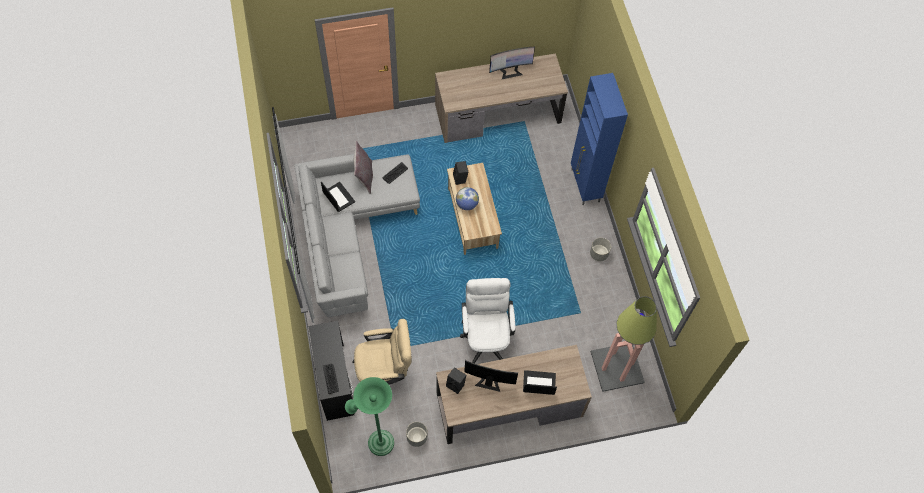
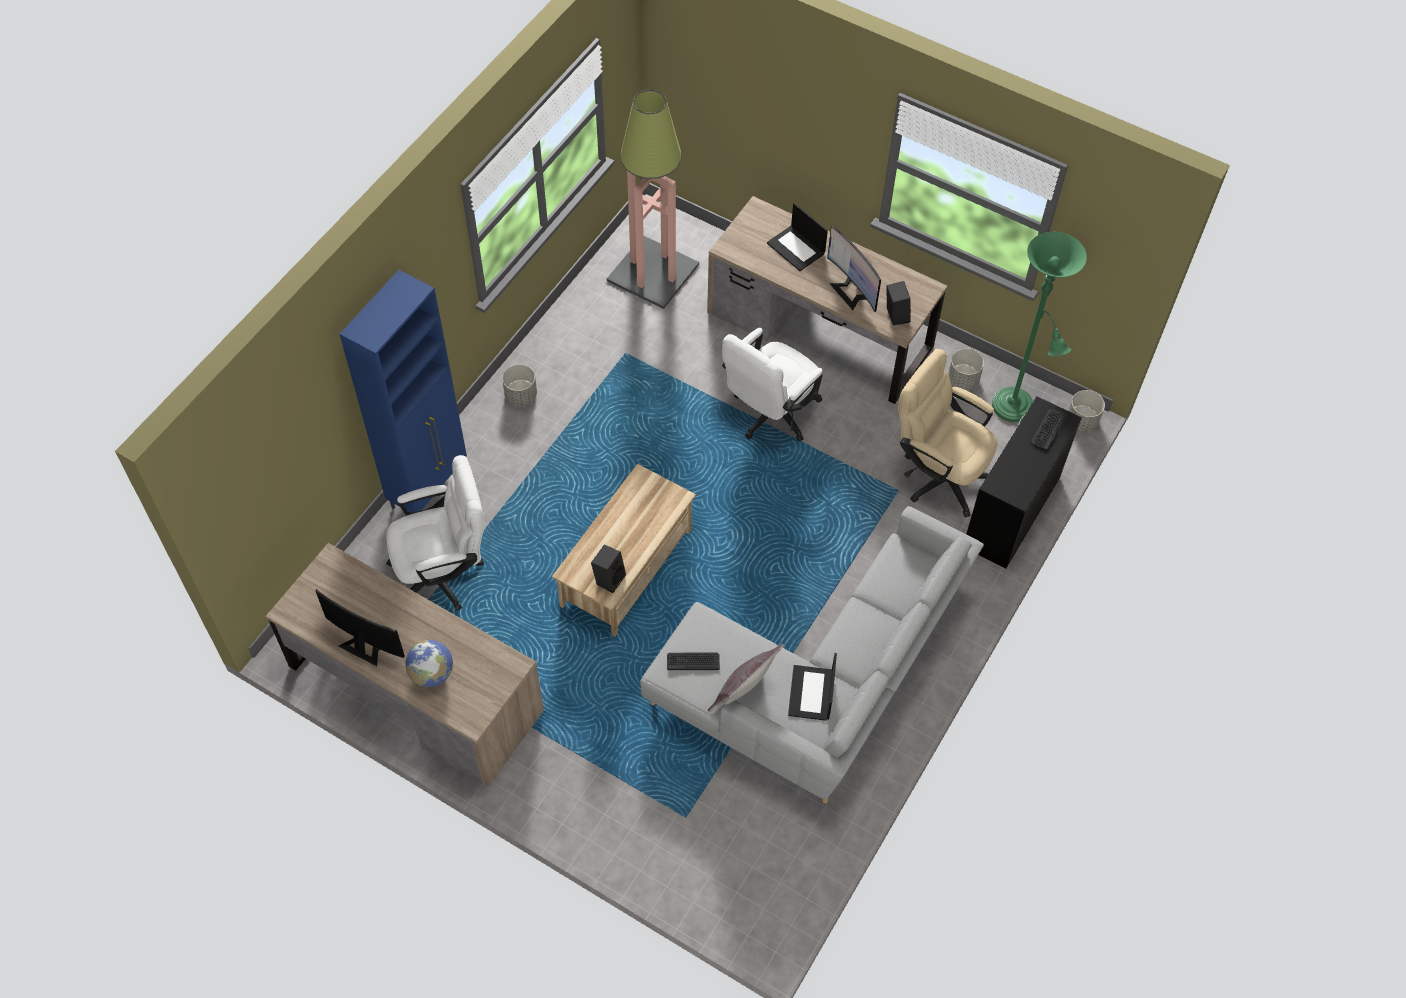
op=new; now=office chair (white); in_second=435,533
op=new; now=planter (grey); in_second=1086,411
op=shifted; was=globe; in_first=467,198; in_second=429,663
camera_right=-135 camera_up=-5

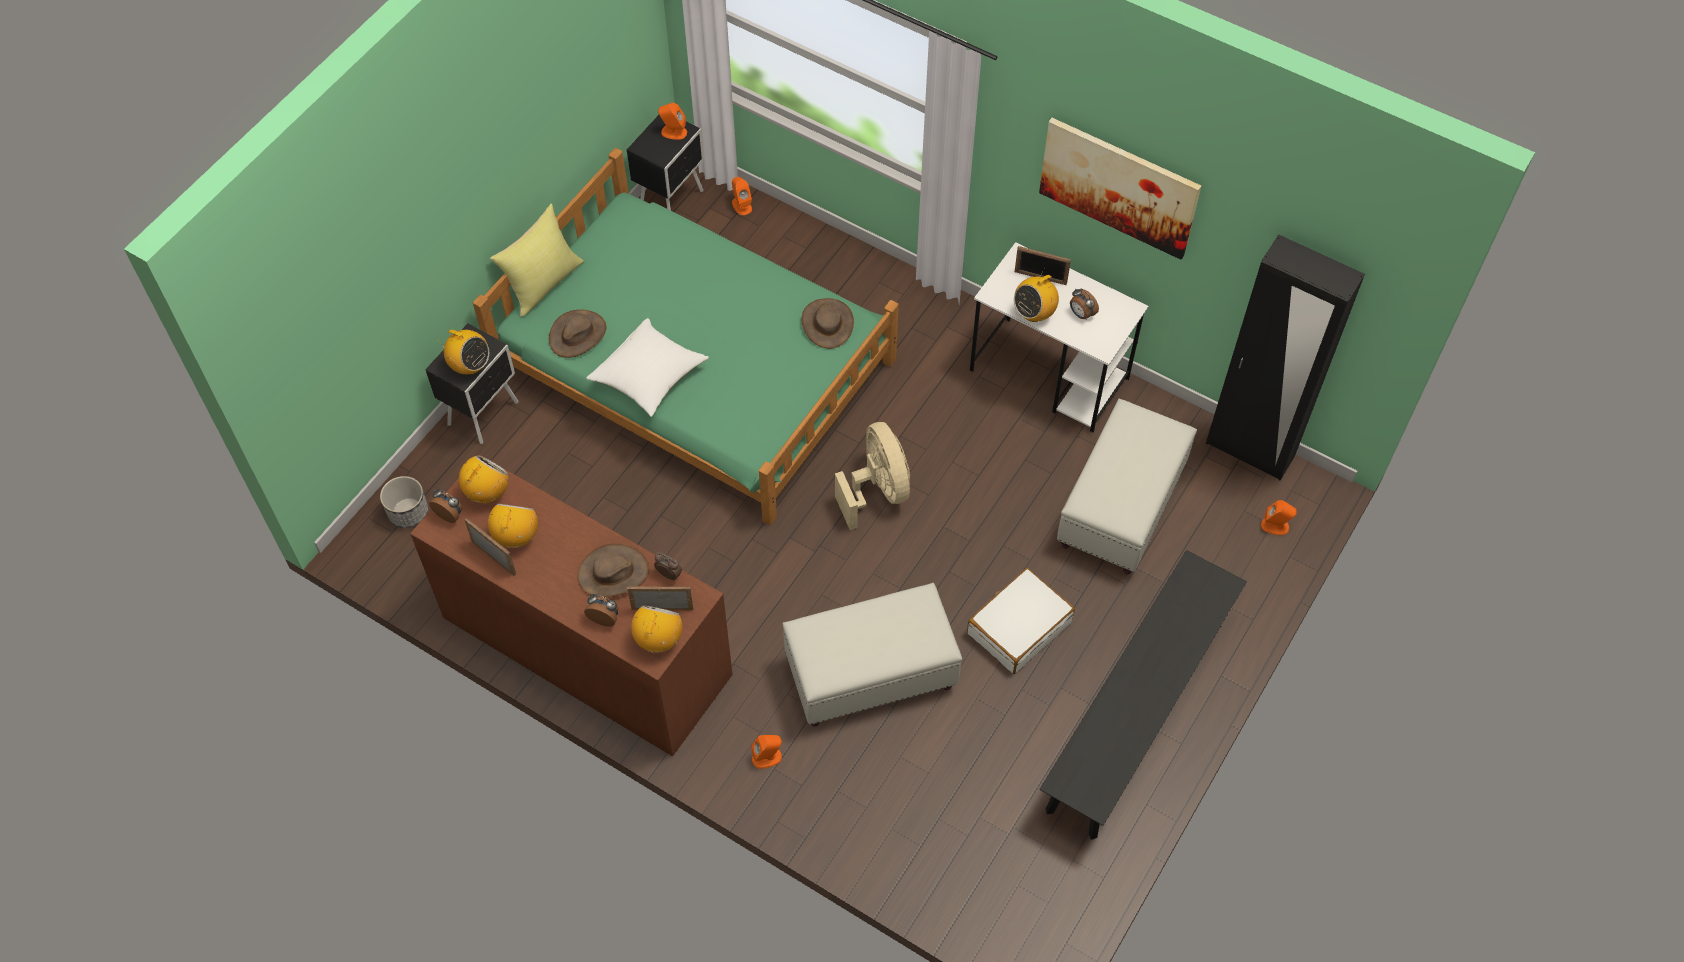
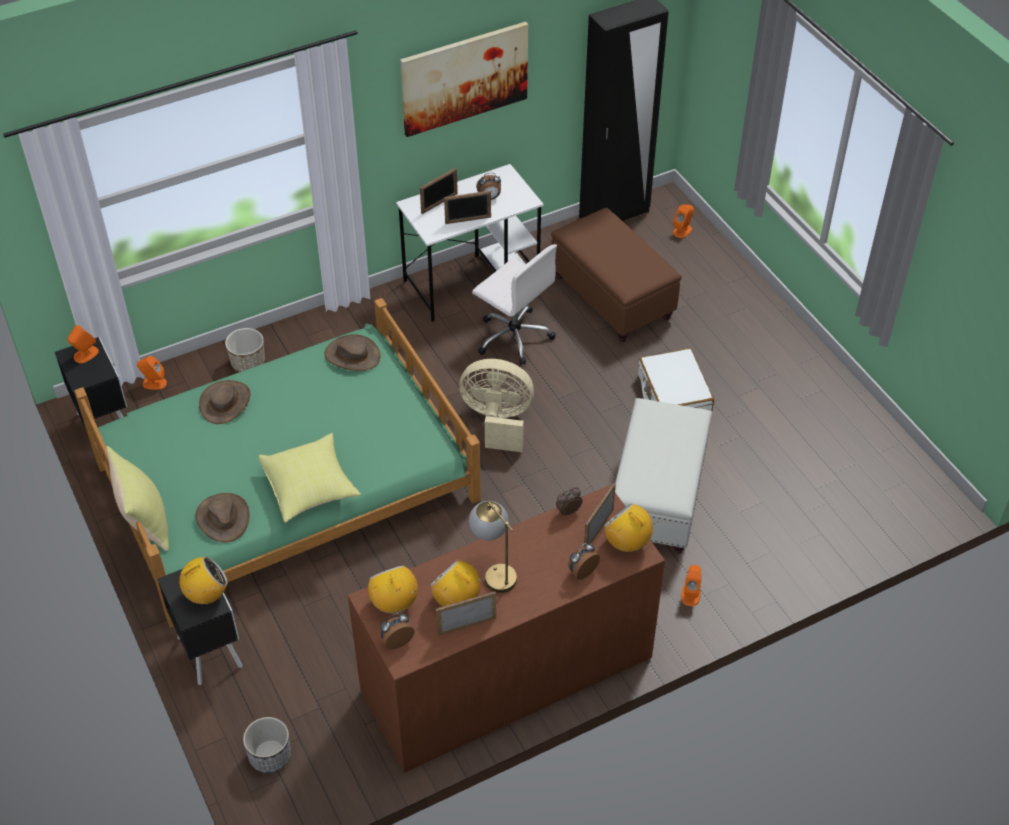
op=gone; was=bench (black); in_first=1143,695
op=new; now=planter; in_second=245,350
op=new; now=table lamp; in_second=493,547
op=new; now=office chair (white); in_second=514,304
op=shifted; was=hat (brown); in_first=613,570; in_second=224,402
op=swapped; was=radio; now=picture frame; in_first=1036,295; in_second=467,207
op=repainted; was=pillow (white); now=pillow (yellow); in_first=648,367; in_second=309,478
op=repainted; was=ottoman (white); now=ottoman (brown); in_first=1127,486; in_second=616,275
camera_right=-60 camera_up=-10

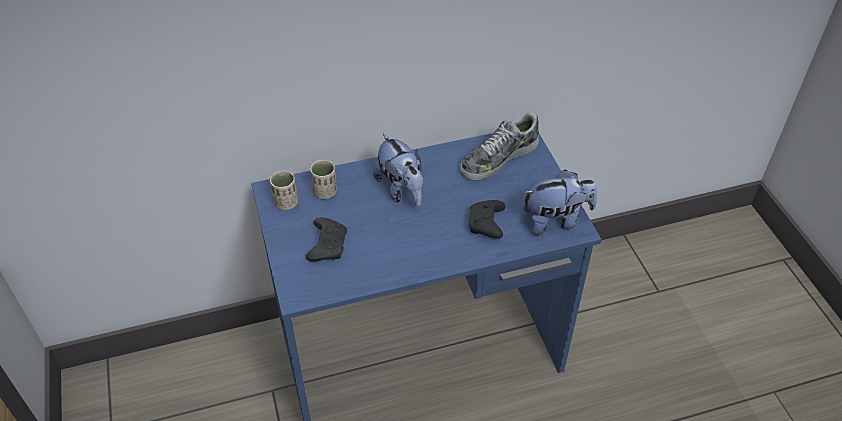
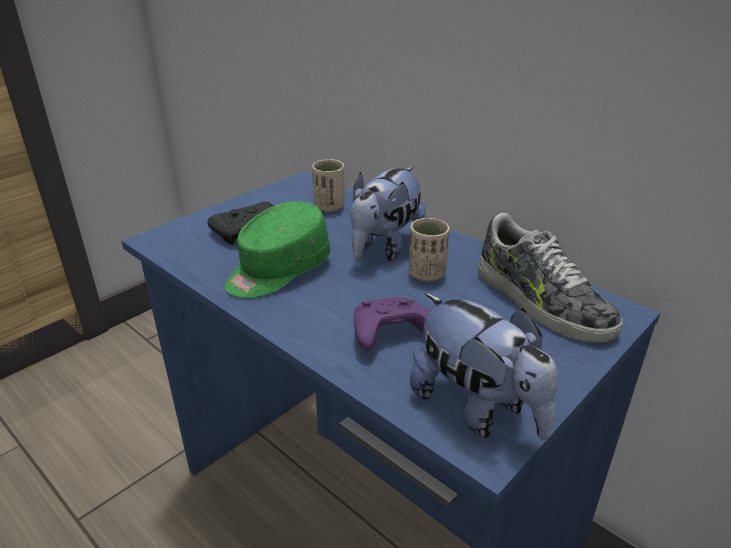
op=new; now=cap (green); in_second=277,249
op=shifted; was=cup (beige); in_first=284,190; in_second=429,250
op=repainted; was=game controller (black); now=game controller (purple); in_first=487,219; in_second=392,324
op=rotated; was=shoe; in_first=499,146; in_second=550,278; clockwise=-150
camera_right=60 camera_up=-15

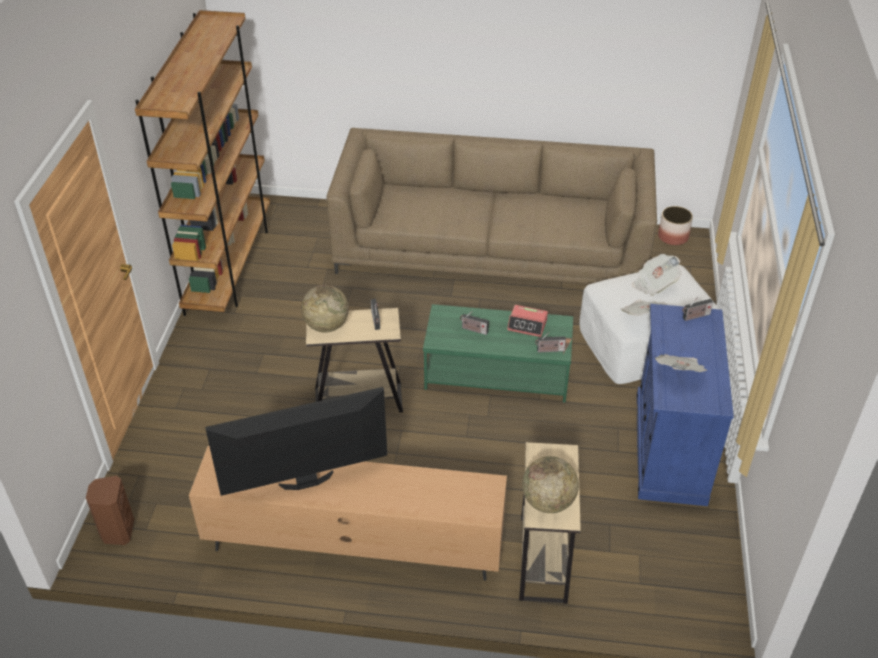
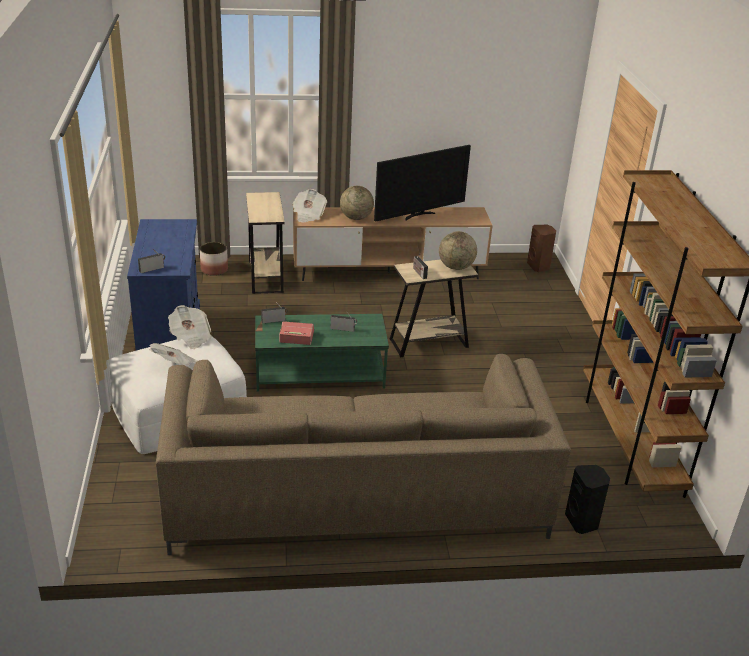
op=new; now=speaker (black); in_second=587,499
op=shifted; was=globe; in_first=550,484; in_second=357,203
op=shifted; was=newspaper; in_first=681,363; in_second=309,205
op=shifted; was=planter; in_first=675,225; in_second=214,259
camera_right=165 camera_up=-10

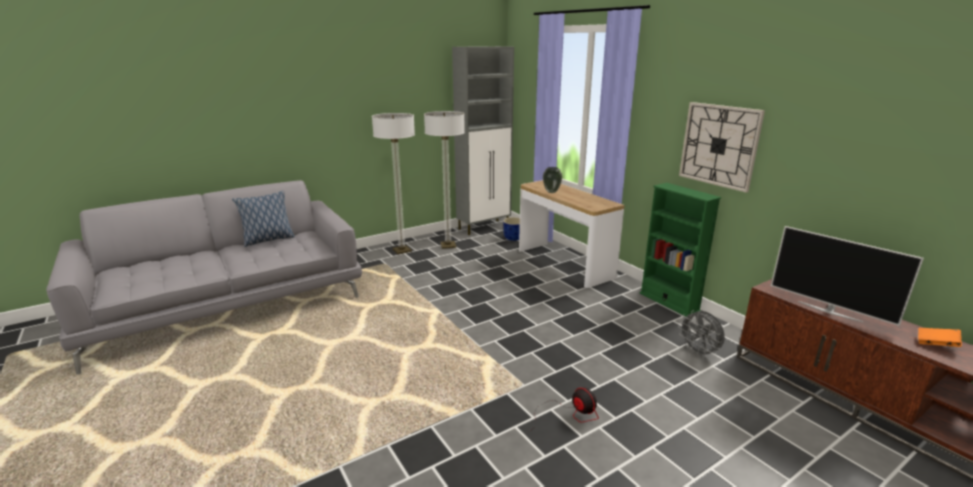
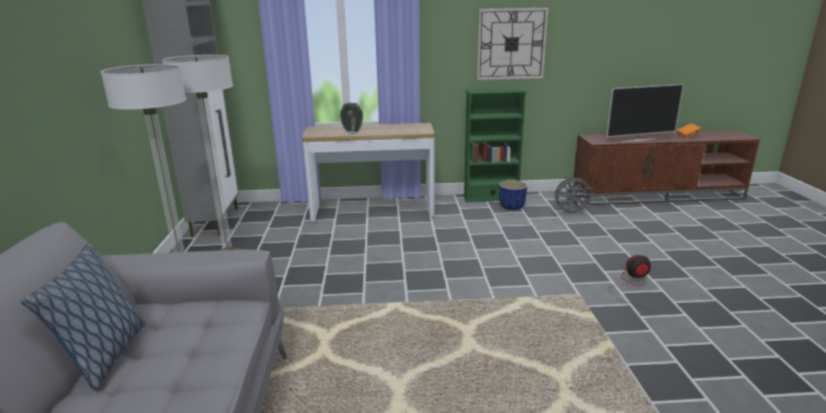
op=shifted; was=planter (blue); in_first=511,229; in_second=513,195
camera_right=-60 camera_up=0

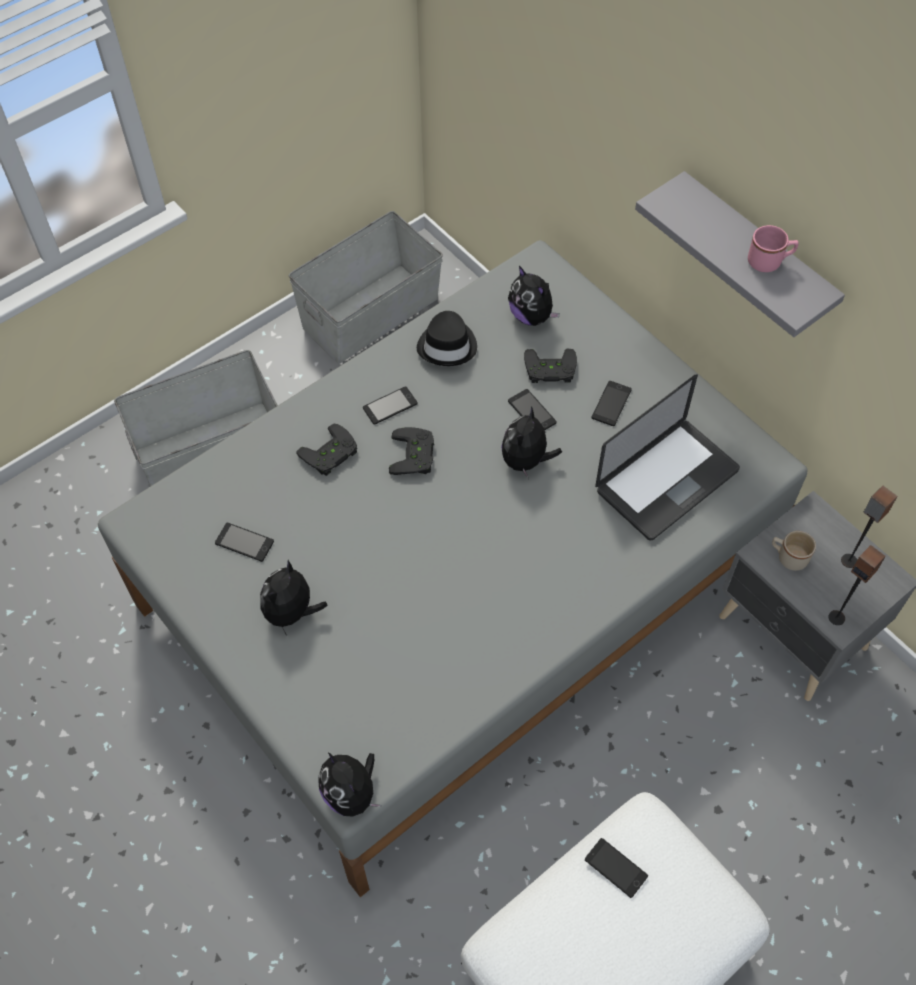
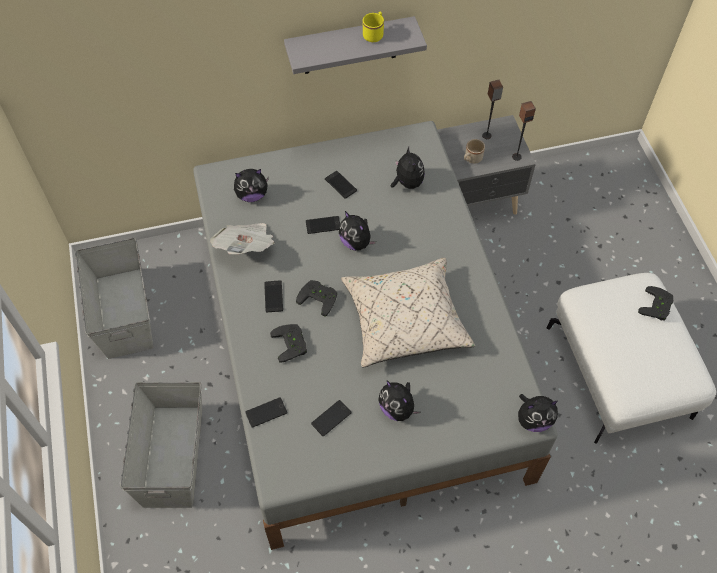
op=new; now=pillow (beige); in_second=408,312
op=shifted; was=game controller (black); in_first=550,365; in_second=655,303
op=shifted; was=phone; in_first=616,868; in_second=266,412
op=swapped; was=hat (black); now=newspaper; in_first=447,338; in_second=242,238
op=swapped; was=laptop; now=plush toy; in_first=667,457; in_second=408,168
op=repainted; was=mug (pink); now=mug (yellow); in_first=773,248; in_second=373,27
camera_right=-65 camera_up=0

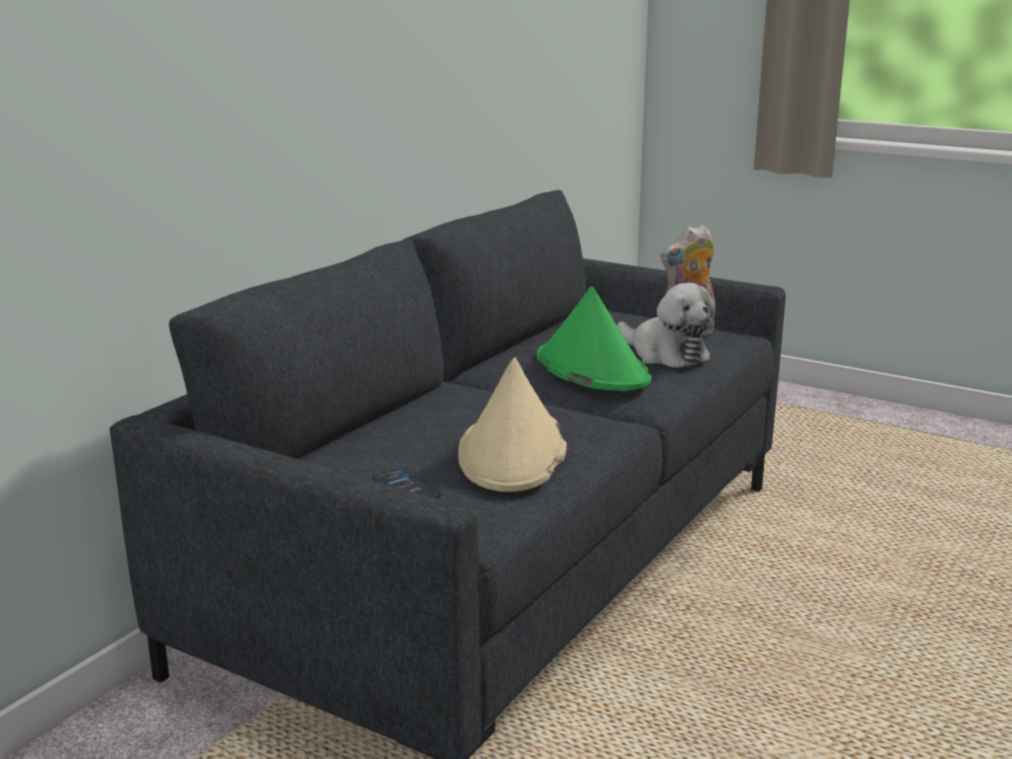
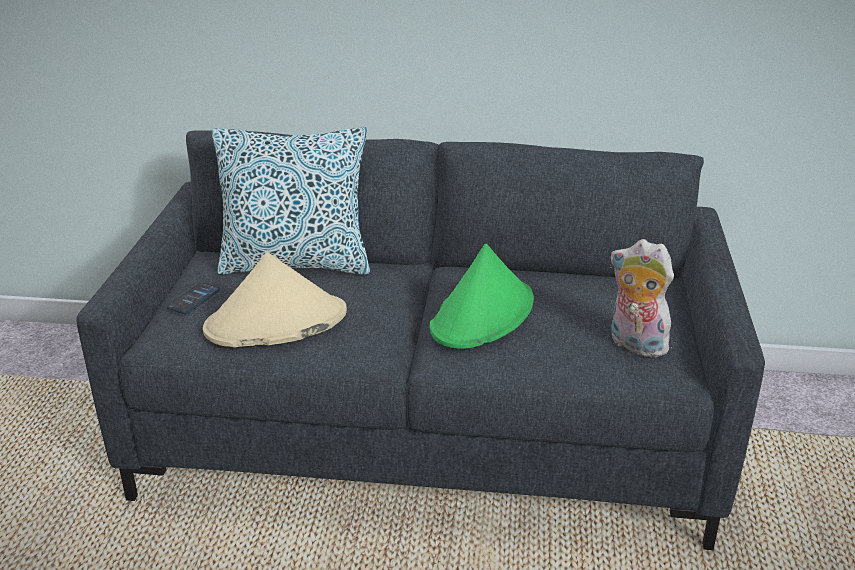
op=gone; was=plush toy; in_first=666,325
op=new; now=pillow; in_second=291,201
camera_right=65 camera_up=10

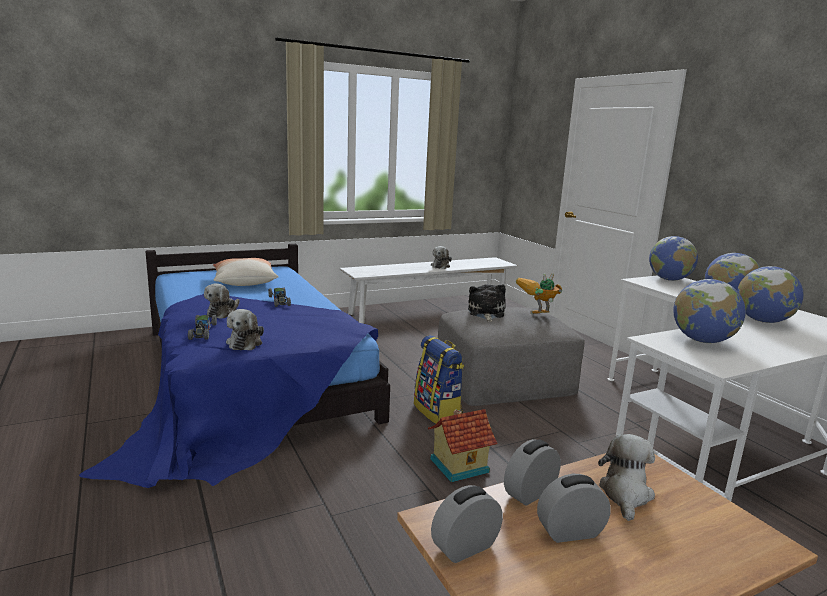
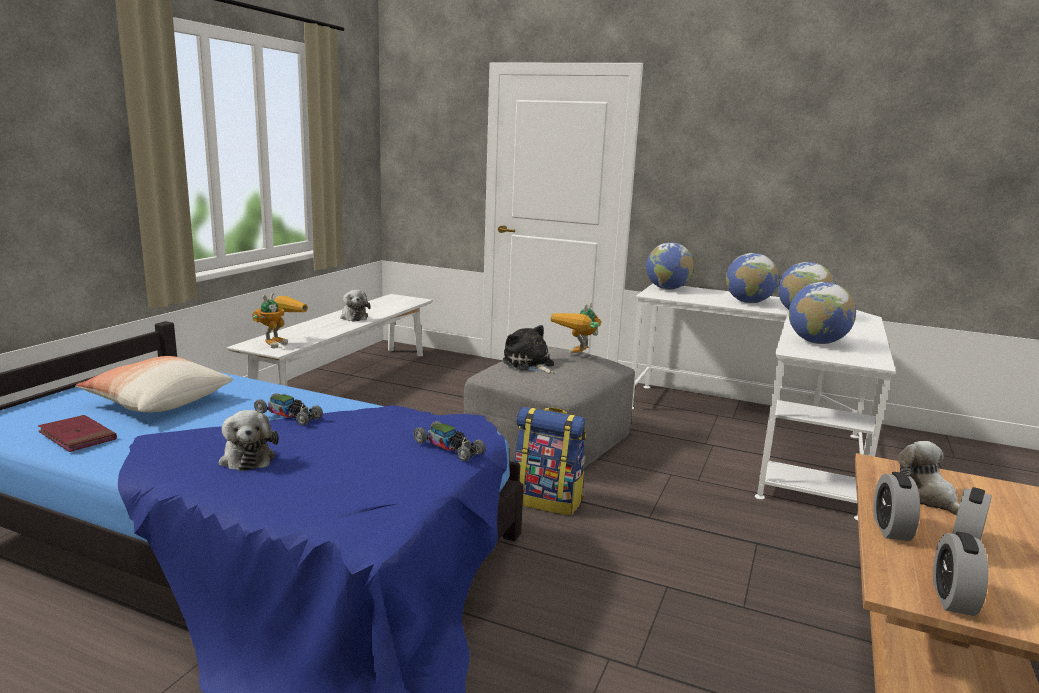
op=gone; was=plush toy; in_first=245,329
op=gone; was=toy house; in_first=463,446
op=new; now=book (red); in_second=77,433
op=new; now=toy robot; in_second=280,320
op=shifted; was=toy car; in_first=202,327; in_second=449,441
camera_right=-40 camera_up=0

